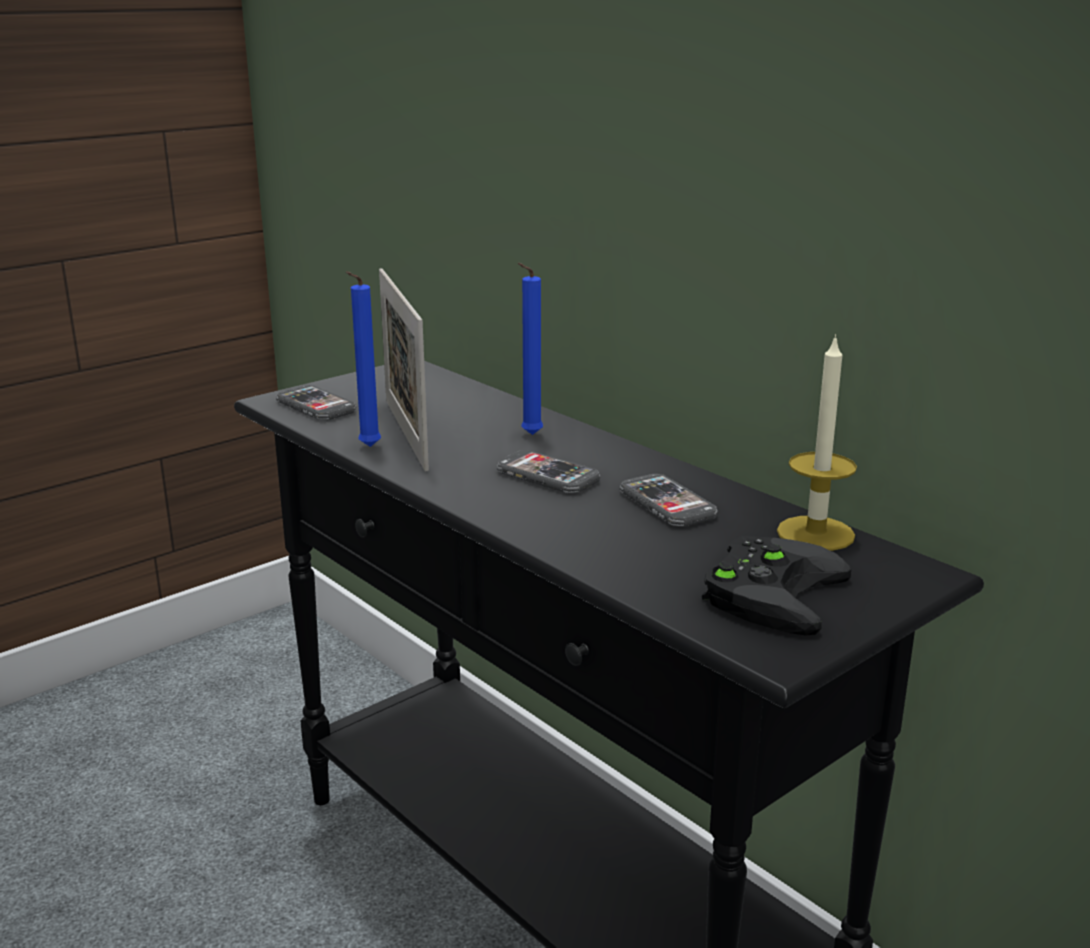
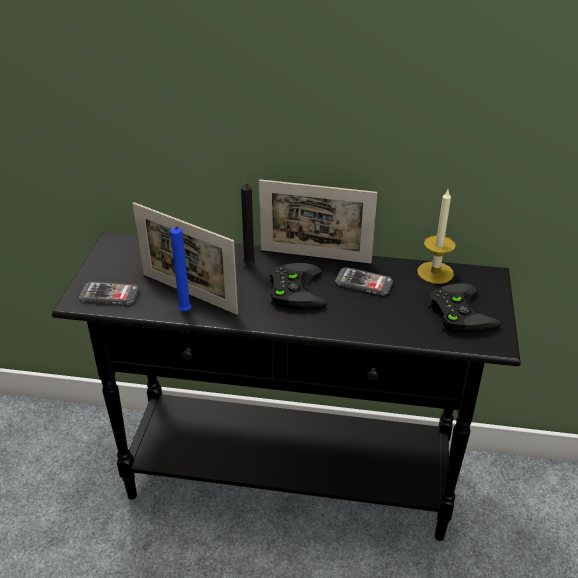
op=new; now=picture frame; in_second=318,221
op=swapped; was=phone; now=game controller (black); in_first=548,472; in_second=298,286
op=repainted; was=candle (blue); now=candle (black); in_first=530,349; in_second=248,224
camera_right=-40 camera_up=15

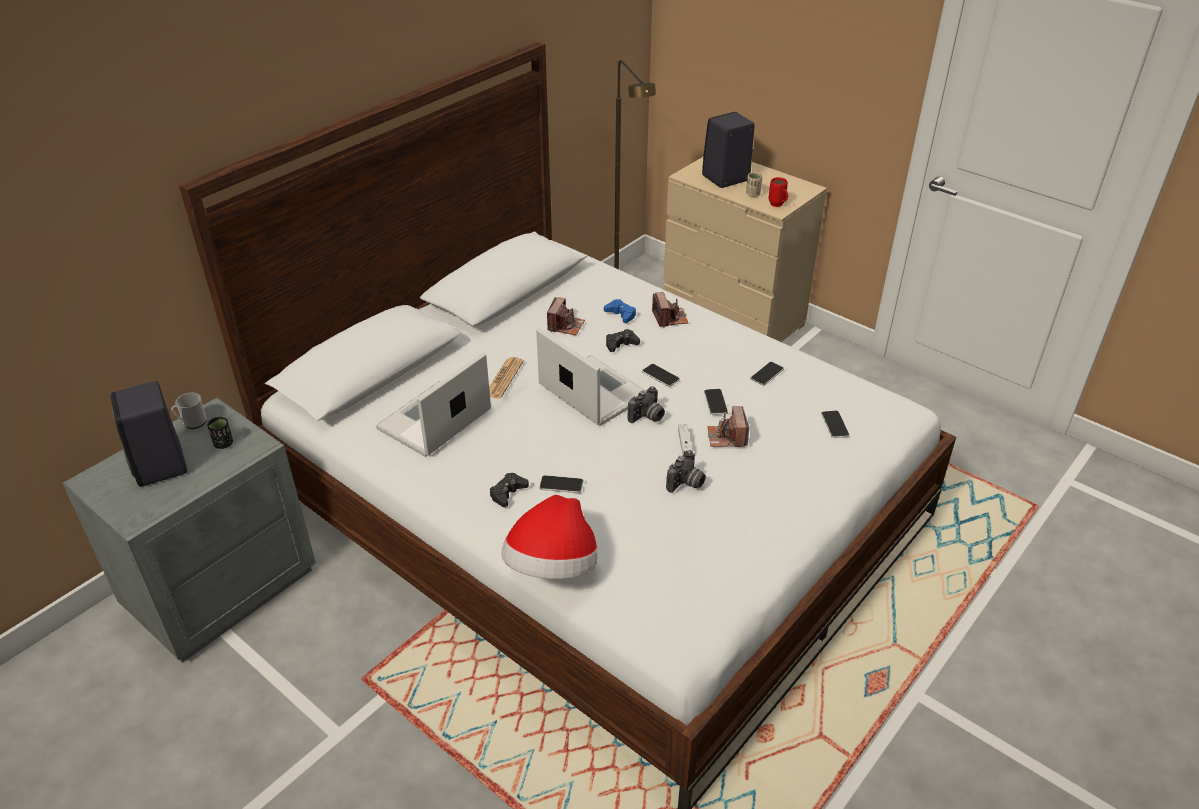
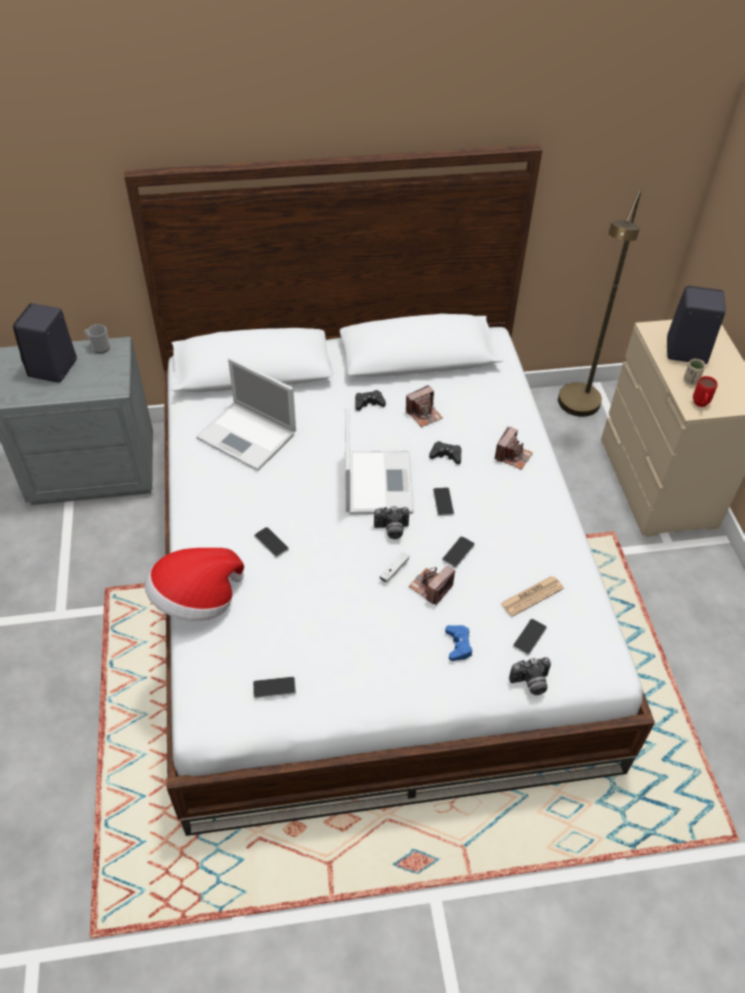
op=gone; was=cup (black); in_first=220,433
op=shifted; was=newspaper; in_first=506,378; in_second=532,596
op=shifted; was=game controller (black); in_first=509,490; in_second=370,400
op=shifted; was=game controller (blue); in_first=620,311; in_second=458,643
op=shifted; was=photo camera; in_first=686,471; in_second=530,676
op=shifted; was=phone; in_first=767,374; in_second=274,687
op=rotated; was=laptop; in_first=433,404; in_second=246,414; clockwise=-135
camera_right=40 camera_up=10

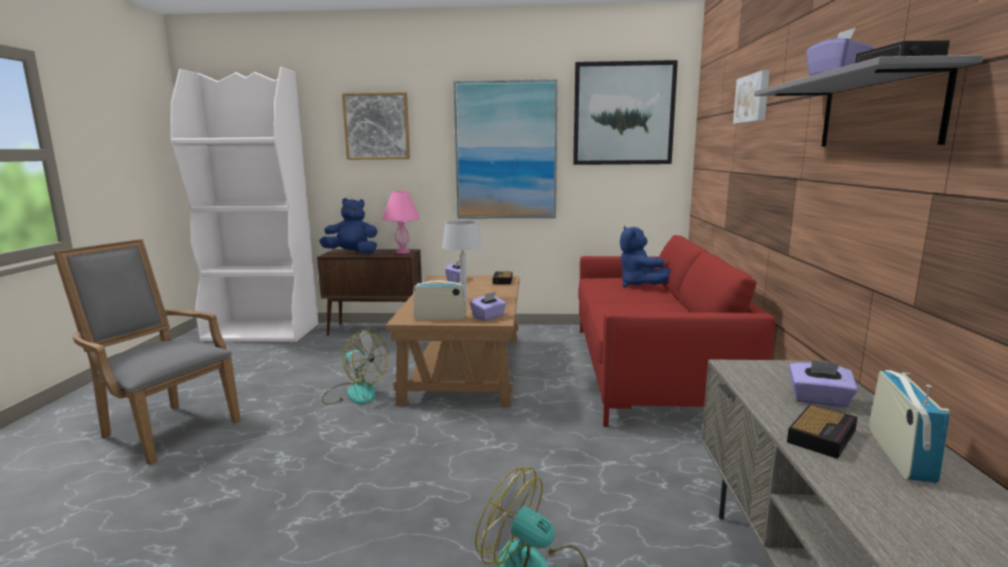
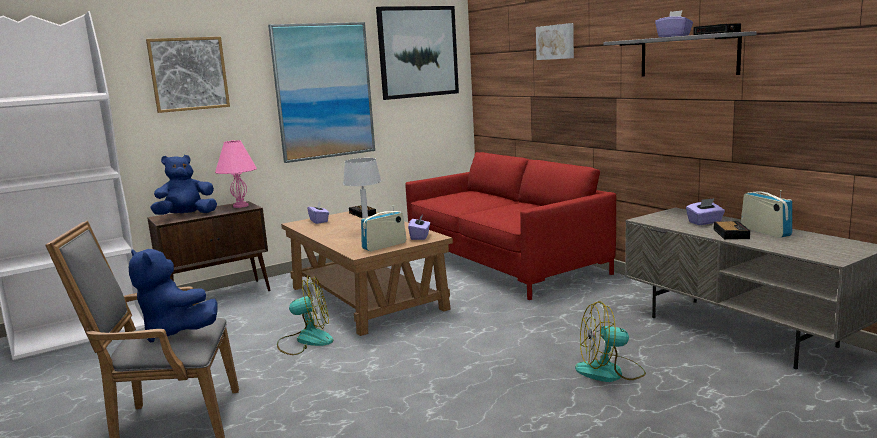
op=shifted; was=plush toy (blue); in_first=645,256; in_second=173,296
camera_right=-35 camera_up=0

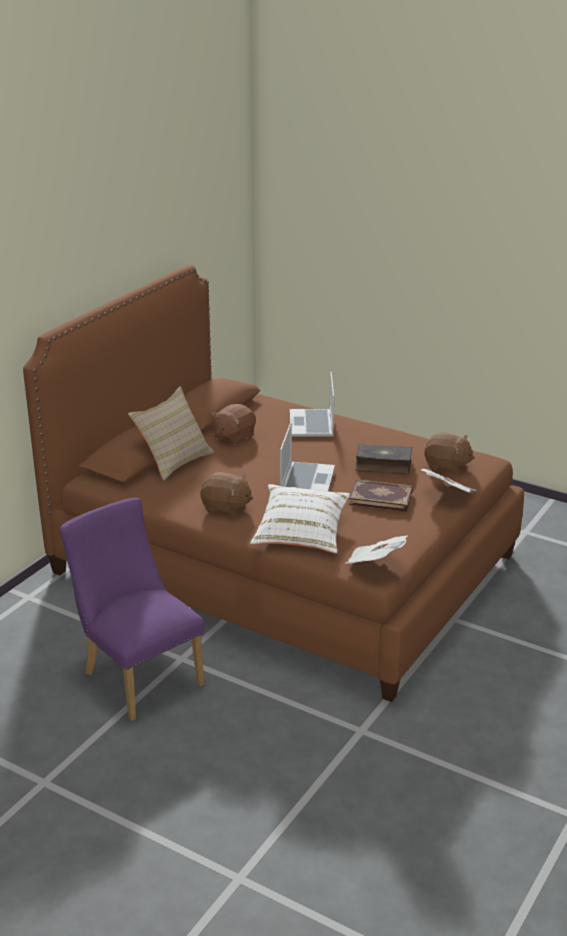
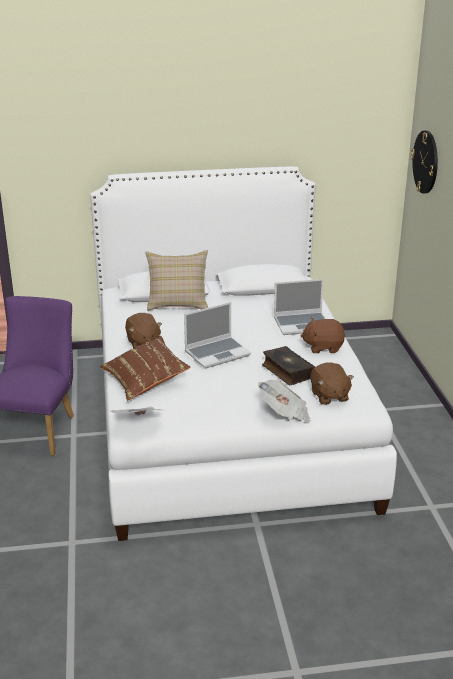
op=gone; was=book; in_first=381,495
op=new; now=wall clock; in_second=424,162
op=shifted; was=plush toy (brown); in_first=233,424; in_second=323,335
op=repainted; was=bed (brown); now=bed (white); in_first=273,483; in_second=243,353
op=repainted; was=pillow (white); now=pillow (brown); in_first=300,518; in_second=145,368
op=rotated; was=laptop; in_first=312,404; in_second=300,307; clockwise=-150
camera_right=50 camera_up=0

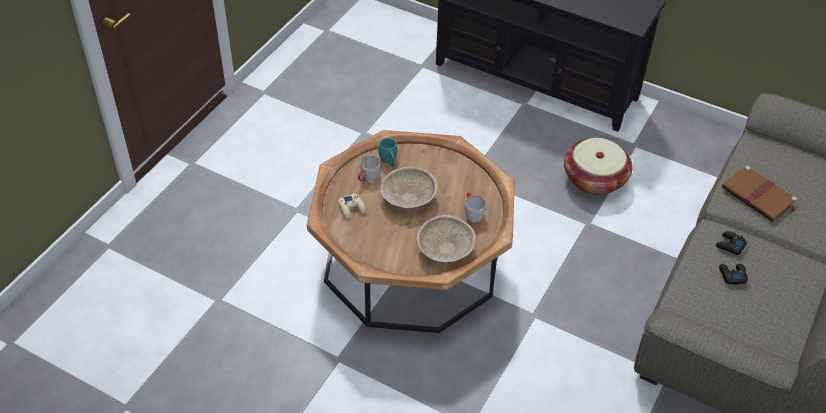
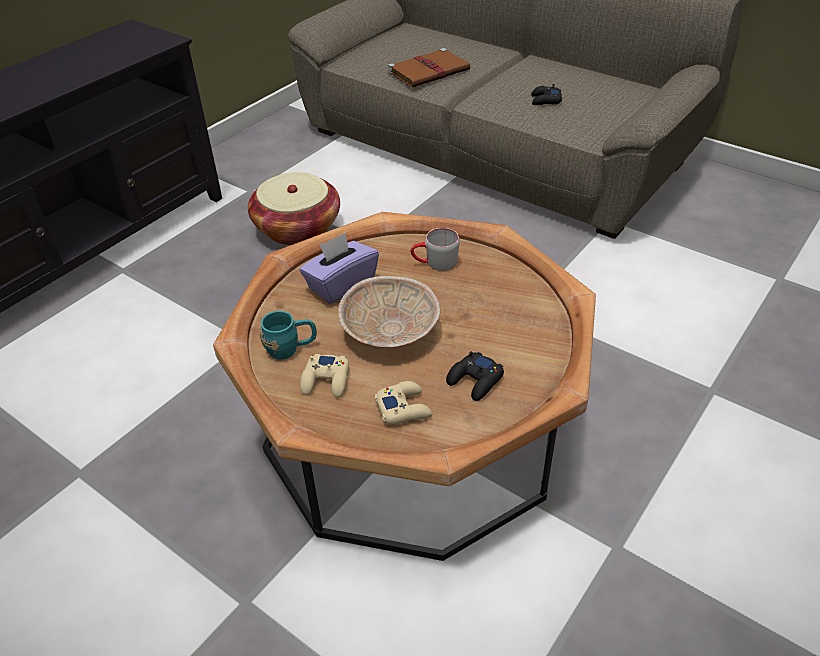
op=gone; was=bowl (beige); in_first=446,238
op=new; now=tissue box (purple); in_second=339,268
op=shifted; was=game controller (black); in_first=731,243; in_second=475,376
op=swapped; was=mug (grey); now=game controller (beige); in_first=369,168; in_second=324,376
camera_right=-80 camera_up=-5

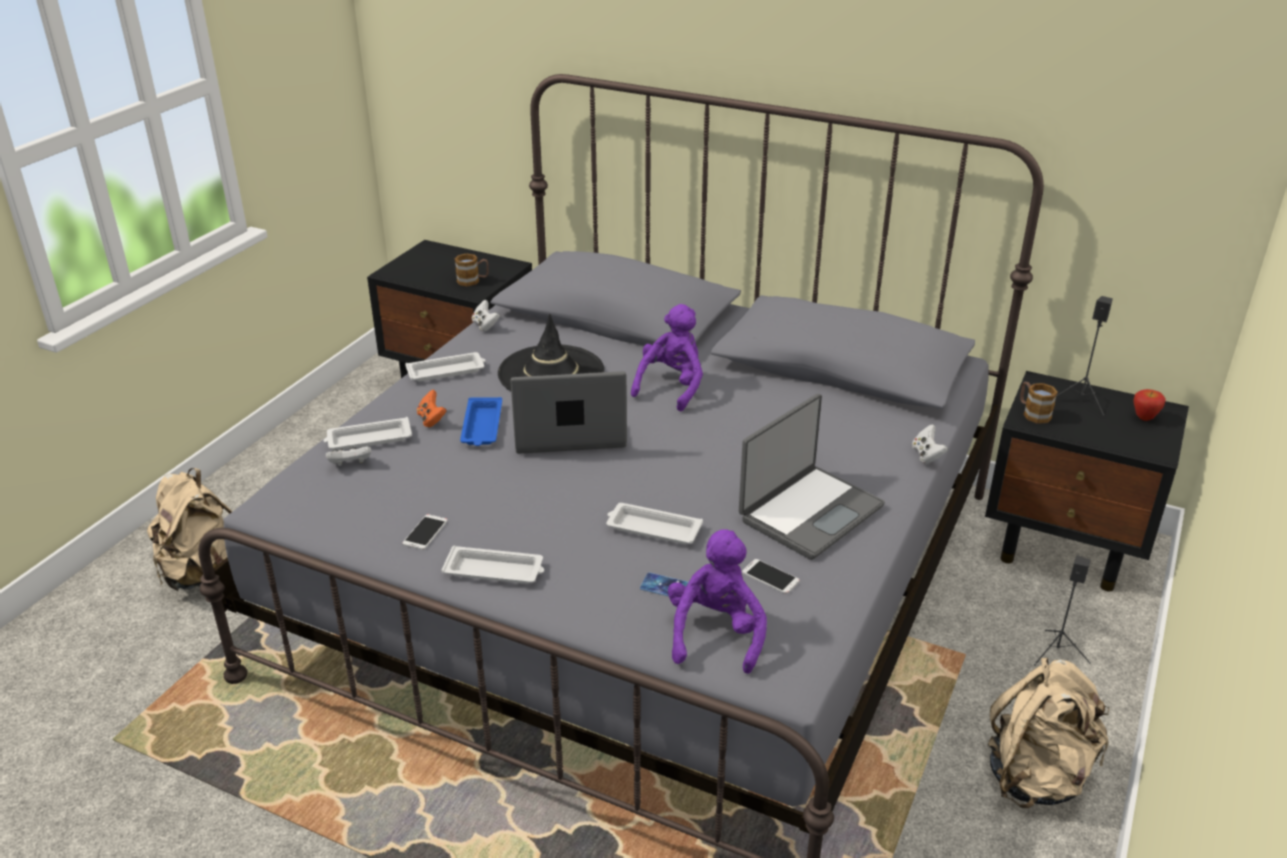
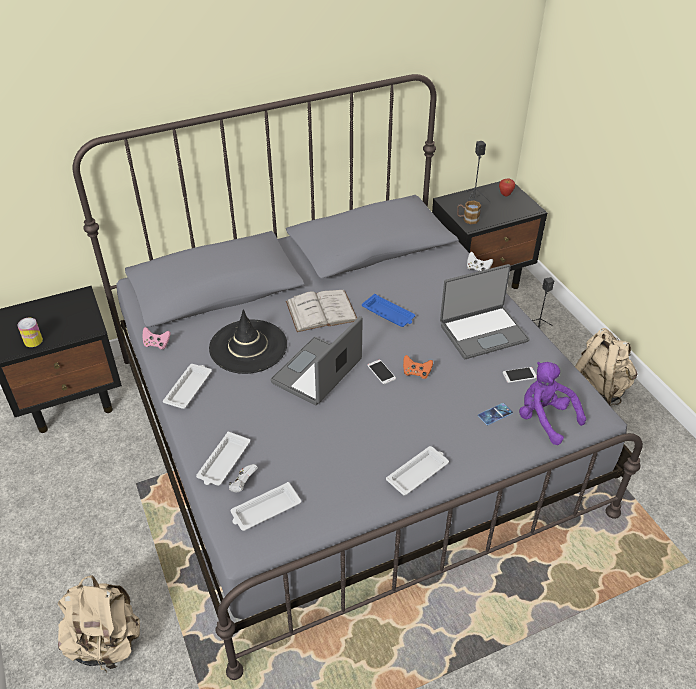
op=gone; was=mug; in_first=472,269
op=new; now=can; in_second=30,332
op=shifted; was=phone; in_first=425,532; in_second=381,372
op=shifted; was=game controller (orange); in_first=432,408; in_second=418,367
op=shifted; was=tray (blue); in_first=481,421; in_second=388,310
op=shifted; was=tray (white); in_first=654,523; in_second=266,506
op=swapped; was=plush toy (purple); now=book (white); in_first=667,358; in_second=321,311
op=repainted; was=game controller (white); now=game controller (pink); in_first=486,316; in_second=156,338
op=rotated; was=laptop; in_first=812,477; in_second=485,311; clockwise=75
camera_right=-50 camera_up=10

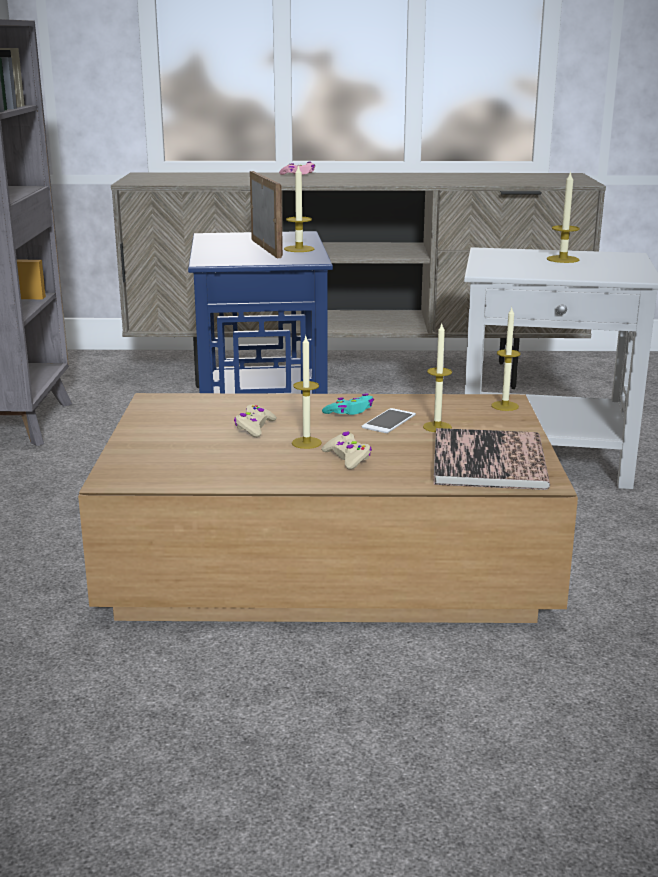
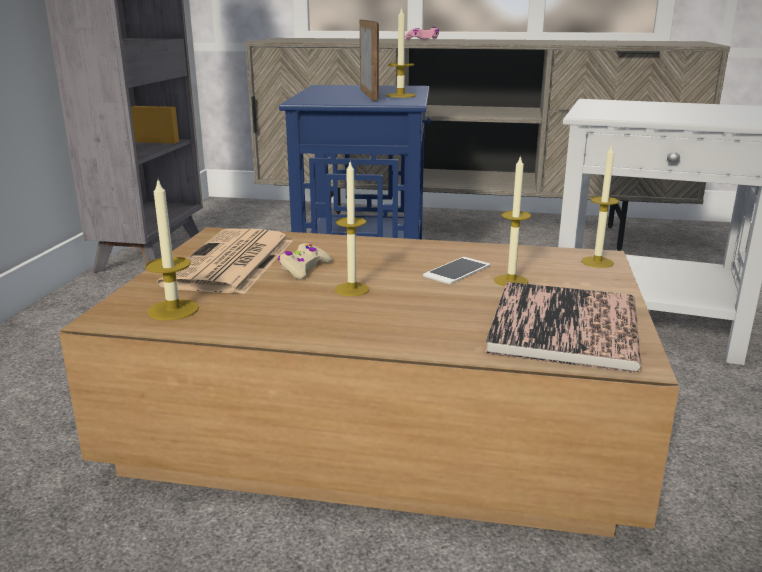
op=gone; was=game controller (beige); in_first=346,451
op=gone; was=game controller (turquoise); in_first=348,404
op=new; now=newspaper; in_second=225,261
op=shifted; was=candle; in_first=563,217; in_second=172,250
camera_right=10 camera_up=0

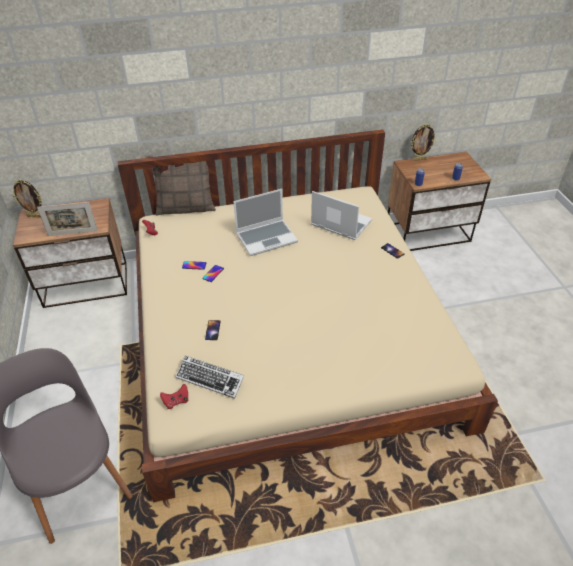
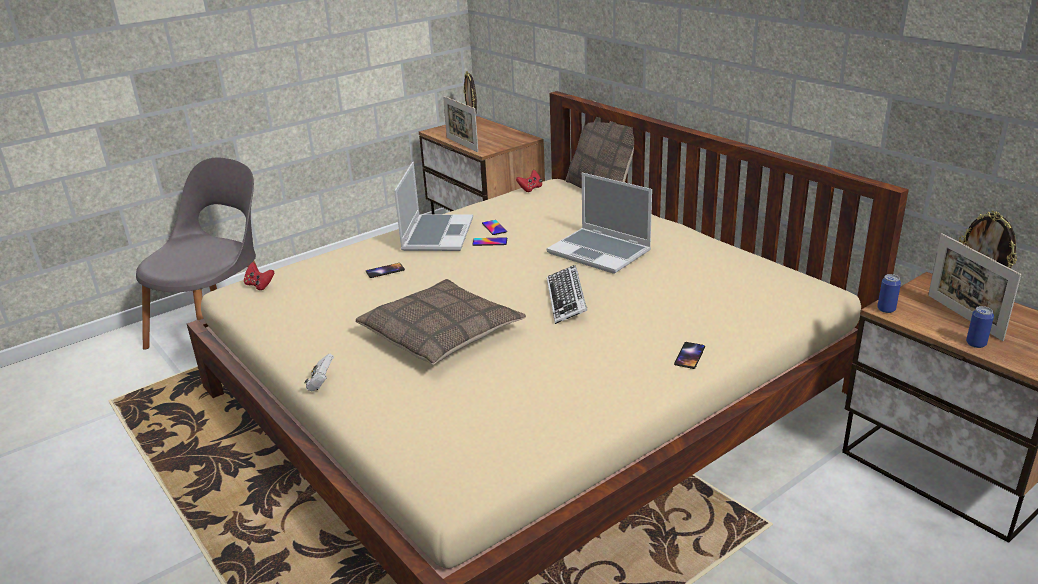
op=new; now=game controller (white); in_second=319,372
op=new; now=pillow; in_second=441,322
op=new; now=picture frame; in_second=974,287
op=shifted; was=keyboard; in_first=209,377; in_second=567,294
op=shifted; was=laptop; in_first=341,215; in_second=433,206
camera_right=65 camera_up=-15

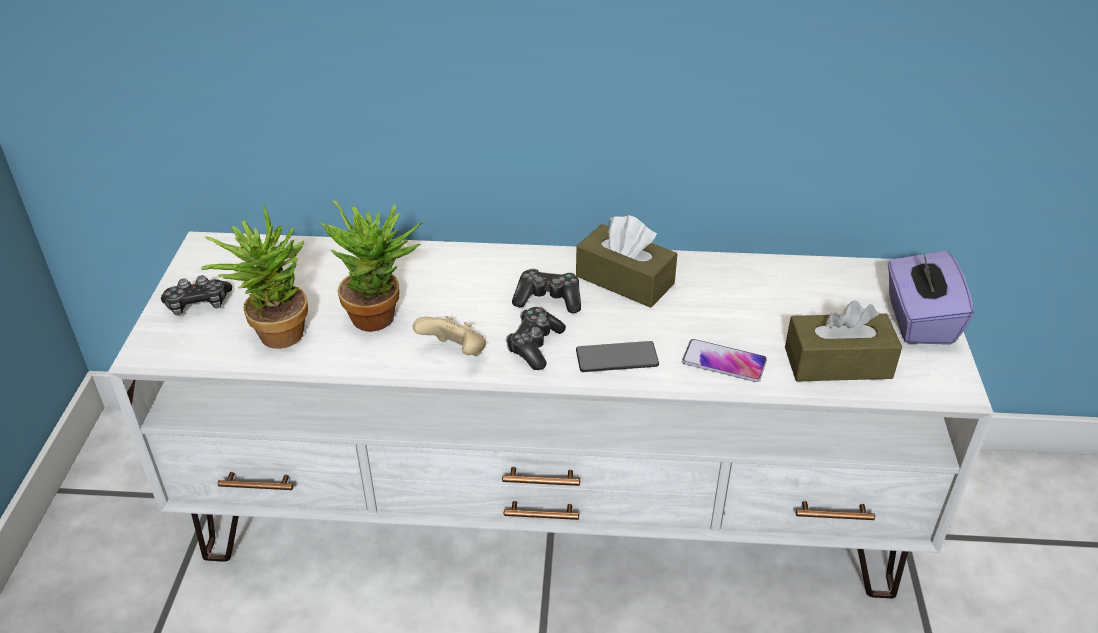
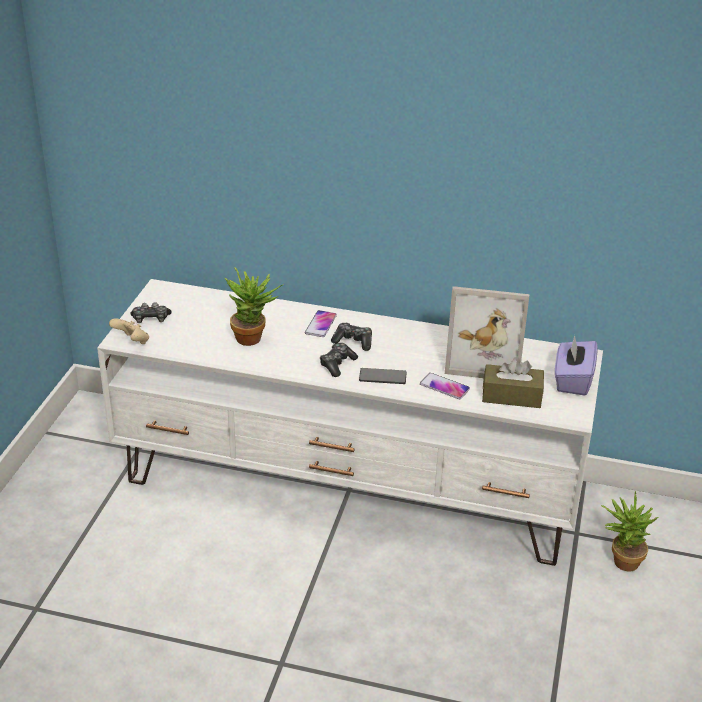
op=gone; was=tissue box (brown); in_first=627,261
op=new; now=phone; in_second=321,323
op=new; now=picture frame; in_second=487,332
op=shifted; was=potted plant; in_first=254,276; in_second=630,531
op=shifted; was=game controller (beige); in_first=449,336; in_second=129,331
camera_right=10 camera_up=-5

